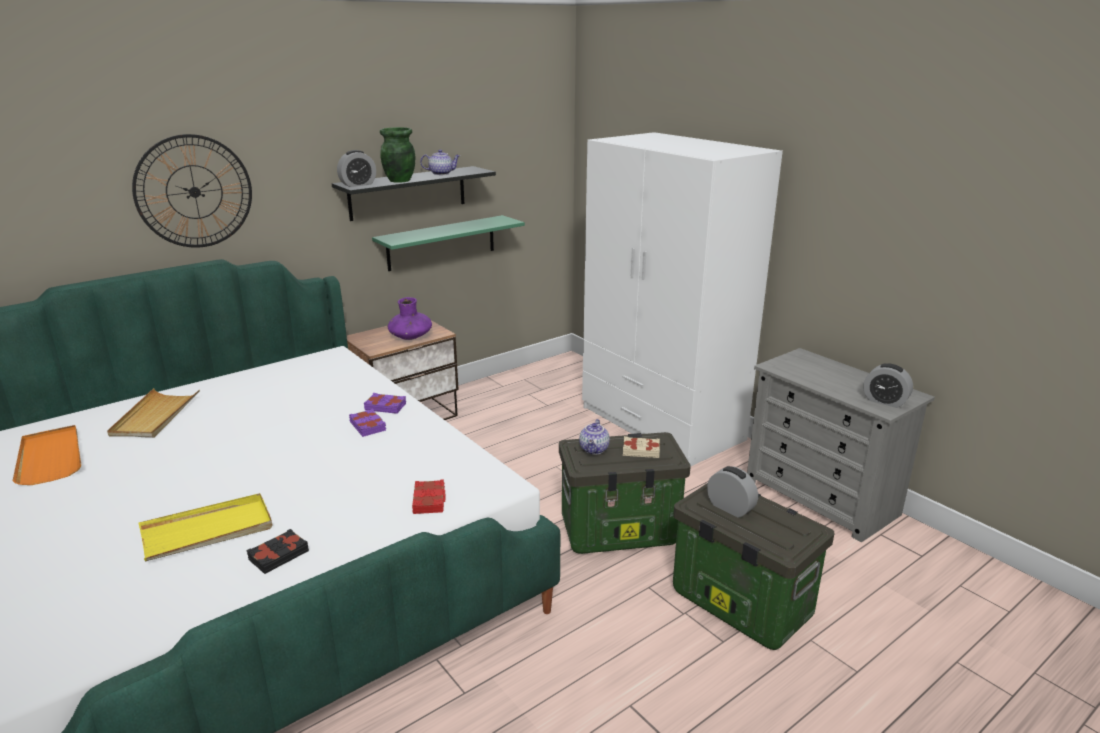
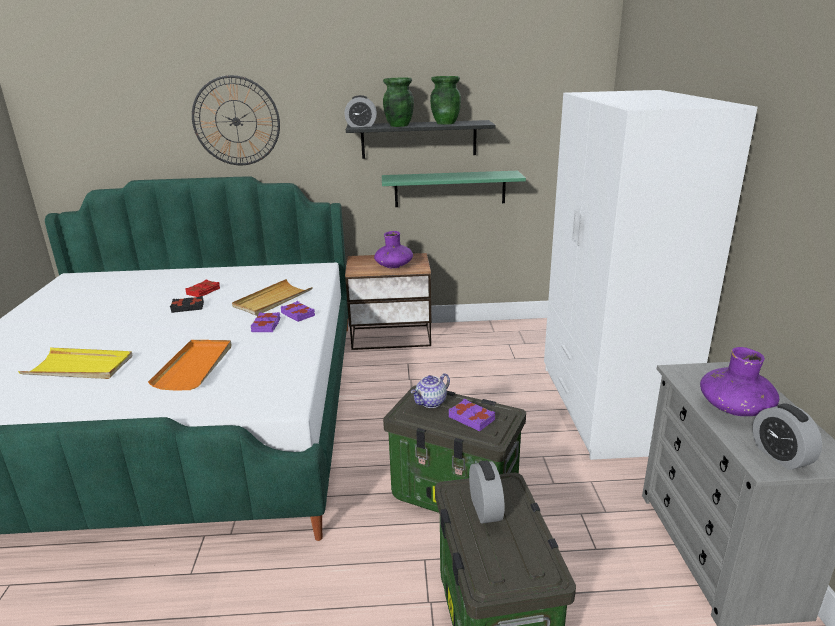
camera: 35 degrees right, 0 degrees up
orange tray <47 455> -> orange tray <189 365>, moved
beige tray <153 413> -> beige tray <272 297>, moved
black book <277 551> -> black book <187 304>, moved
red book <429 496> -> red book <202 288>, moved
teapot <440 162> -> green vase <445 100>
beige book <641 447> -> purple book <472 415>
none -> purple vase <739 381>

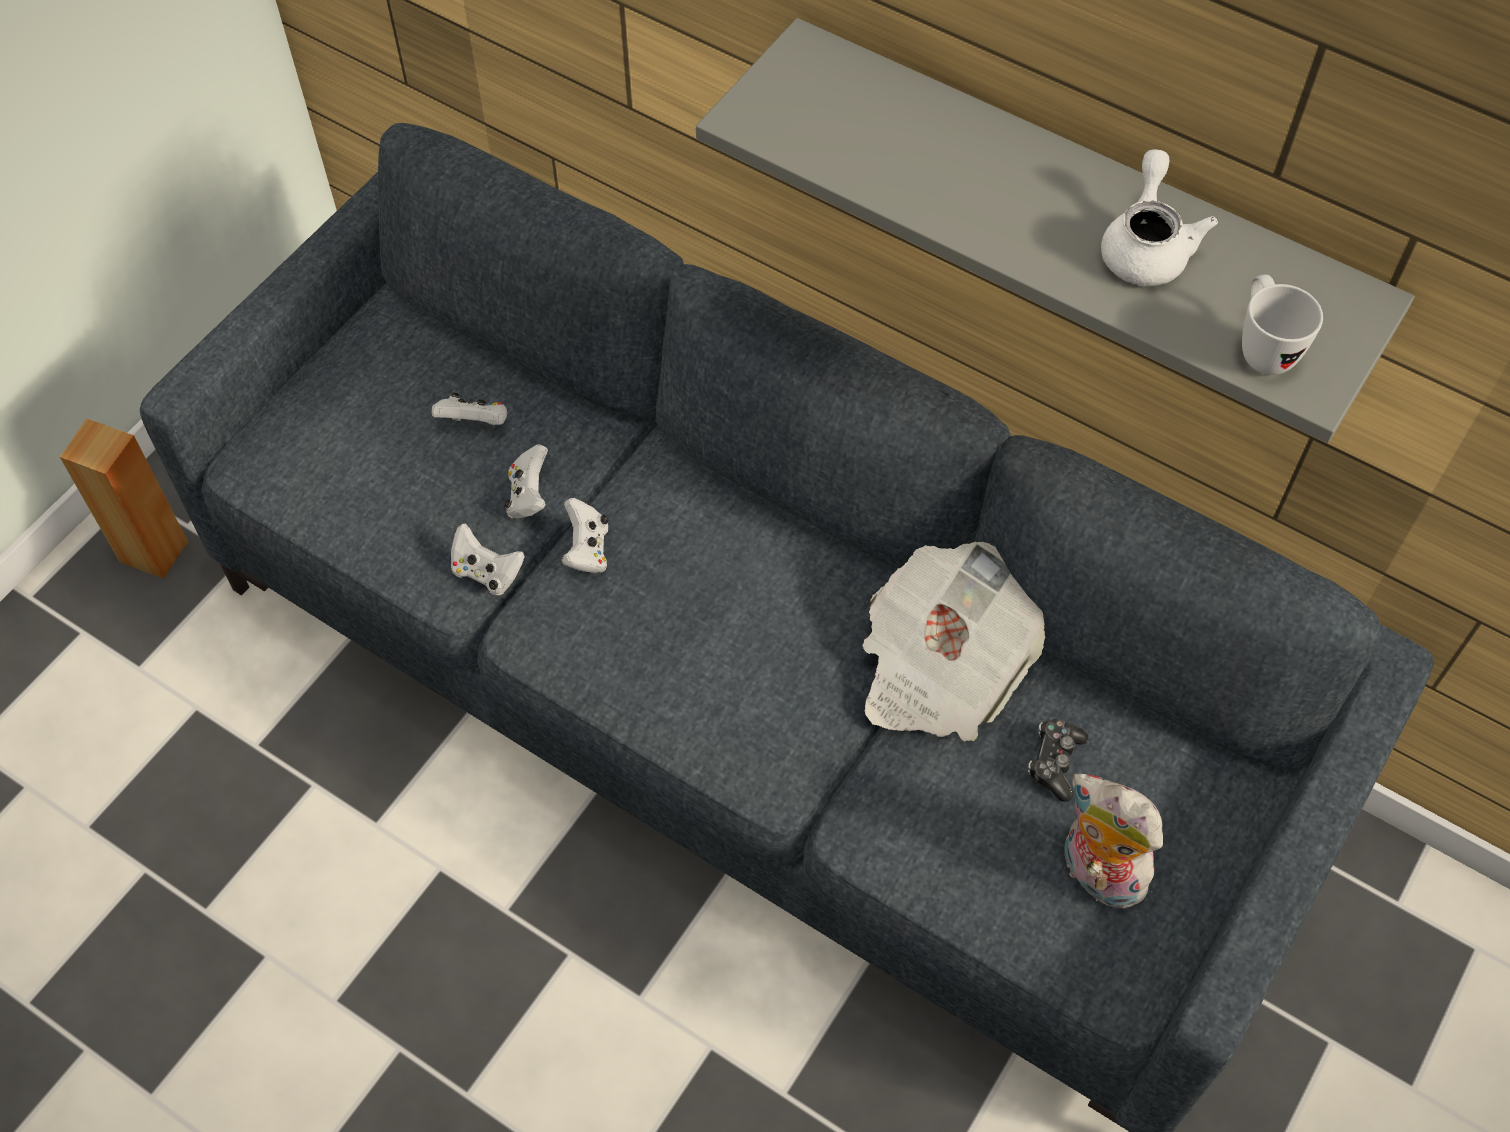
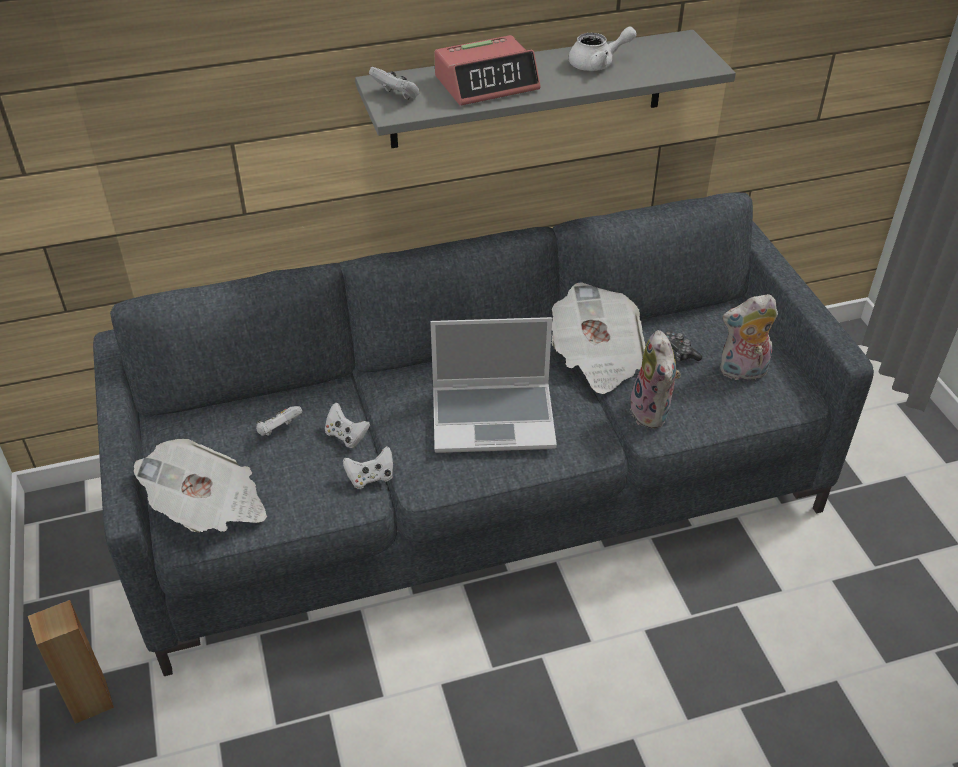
camera: 50 degrees left, 15 degrees down
white game controller <585 535> -> white game controller <394 83>, moved
white teapot <1159 217> -> white teapot <603 48>, 120 degrees clockwise
white mug <1282 324> -> none
none -> newspaper <200 486>
none -> laptop <493 385>
none -> alarm clock <487 70>
none -> plush toy <655 379>

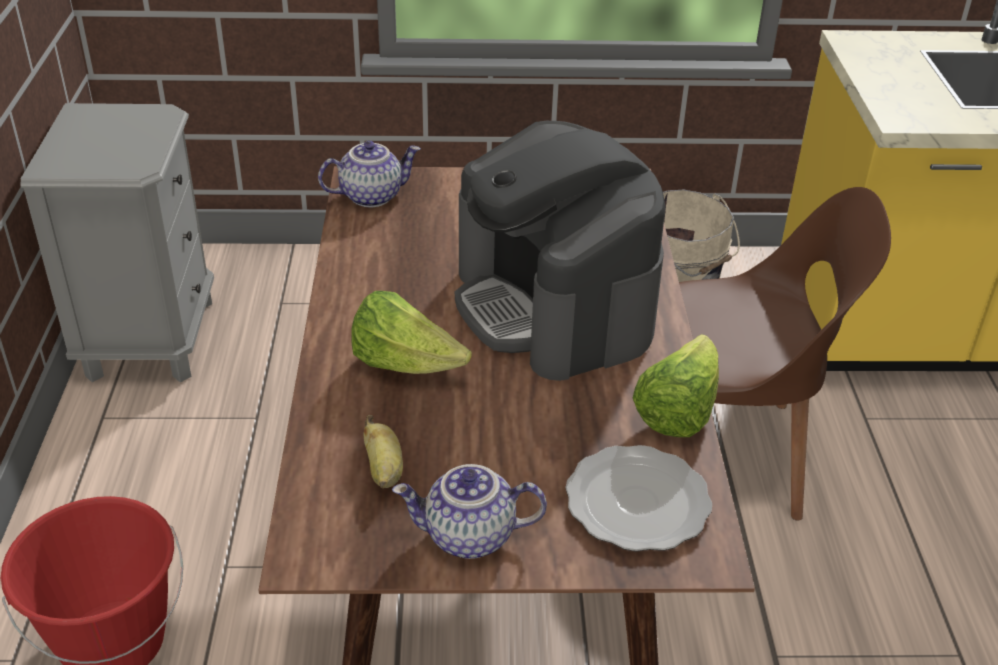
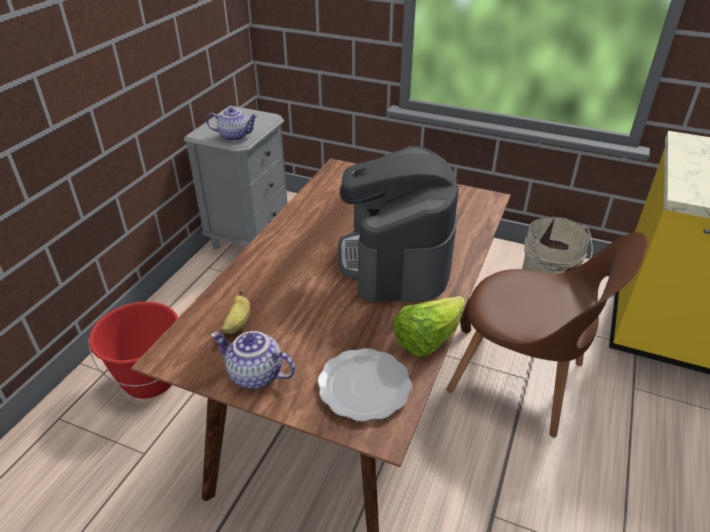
camera: 25 degrees right, 0 degrees up
teapot <369 174> -> teapot <232 124>, moved
lettuce <411 332> -> none

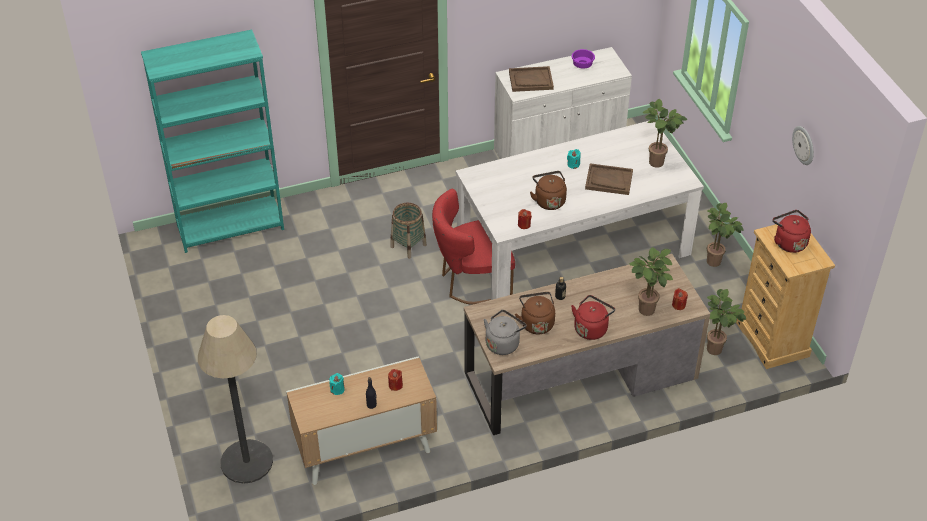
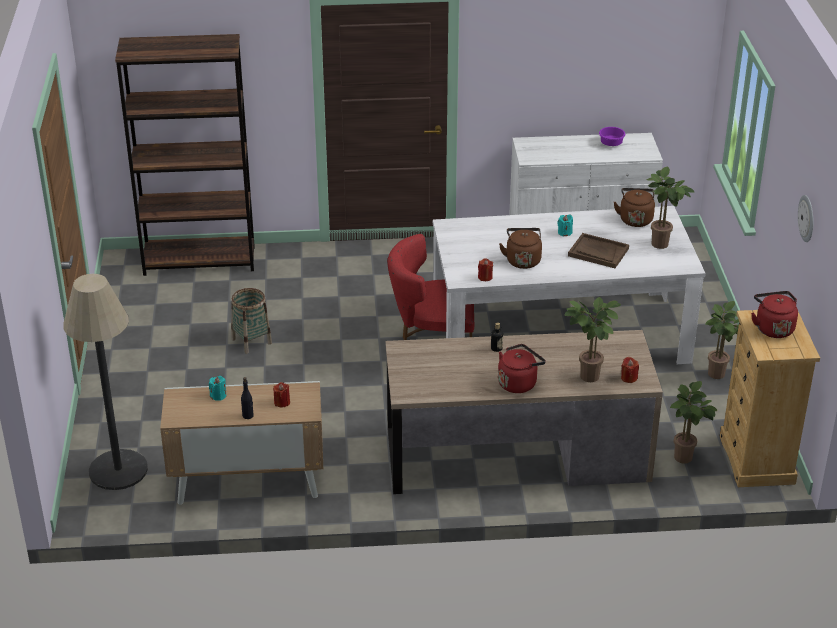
camera: 15 degrees right, 10 degrees down
turquoise bookcase <212 141> -> brown bookcase <185 155>
basket <408 231> -> basket <251 321>, moved
grey kettle <505 332> -> none
brown tray <531 79> -> none
brown kettle <535 313> -> brown kettle <634 207>, moved

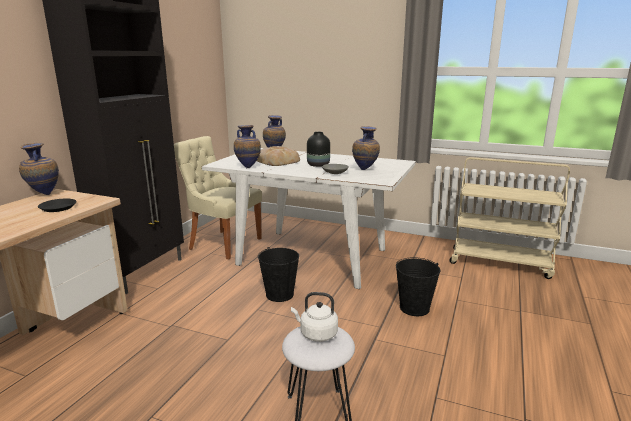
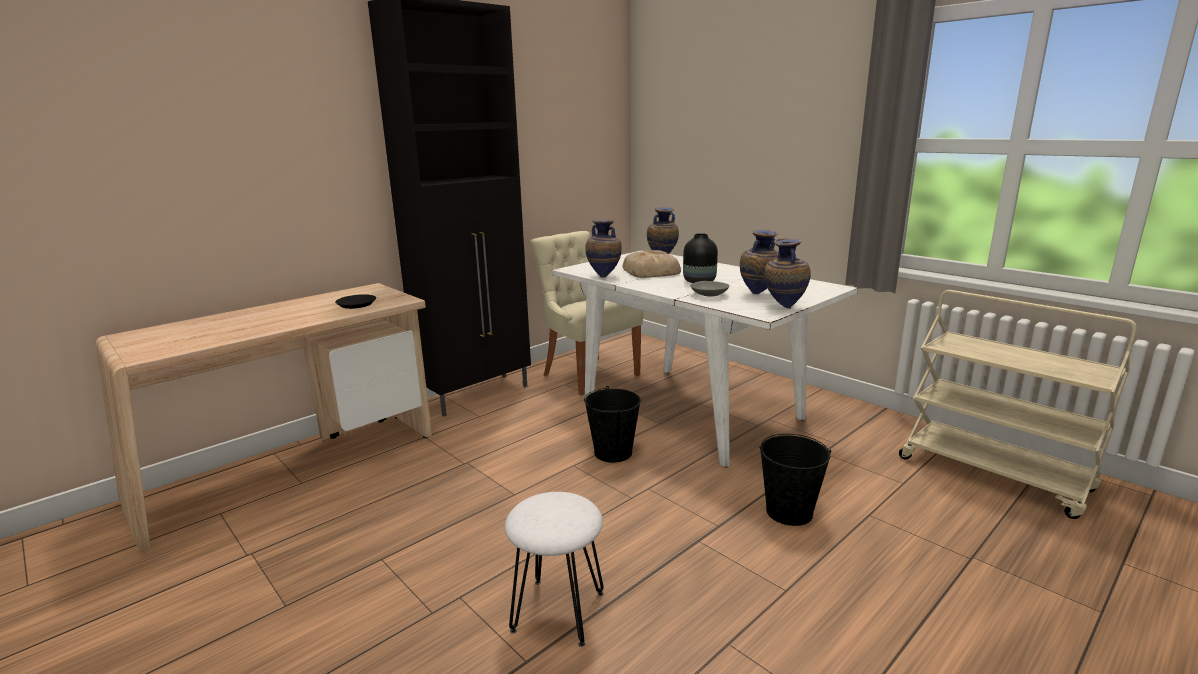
camera: 25 degrees right, 0 degrees up
vase <39 169> -> vase <787 273>, moved
white kettle <314 317> -> none

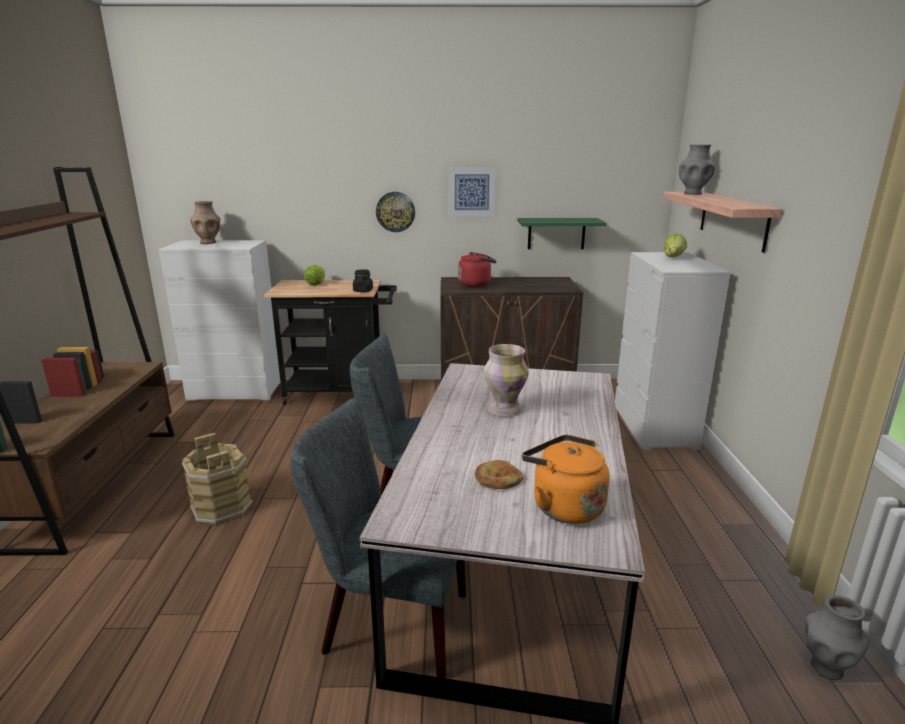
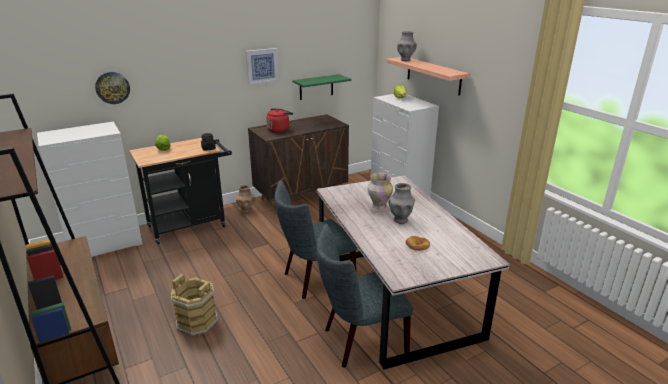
camera: 30 degrees left, 5 degrees up
brown vase <205 222> -> brown vase <245 199>, moved
wall clock <395 212> -> wall clock <112 88>, moved
orange kettle <566 479> -> none
grey vase <837 637> -> grey vase <401 203>, moved

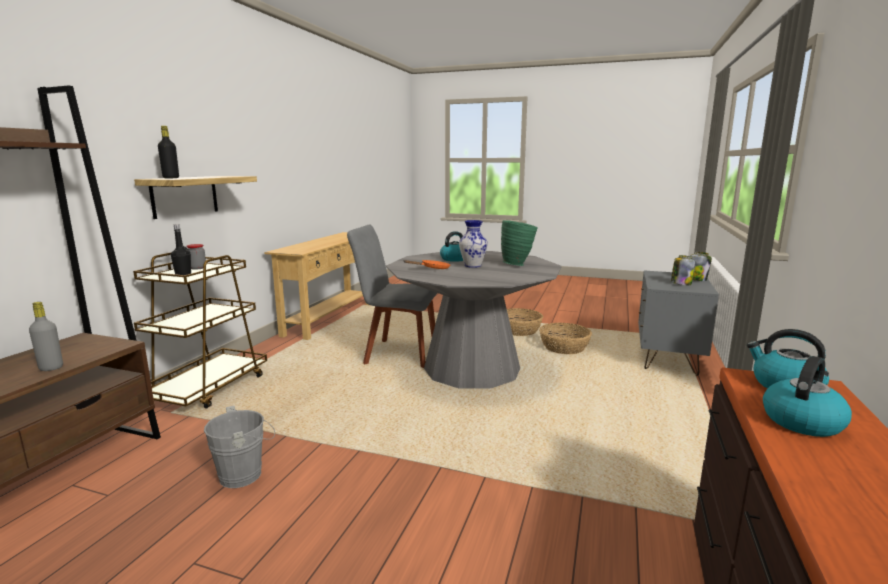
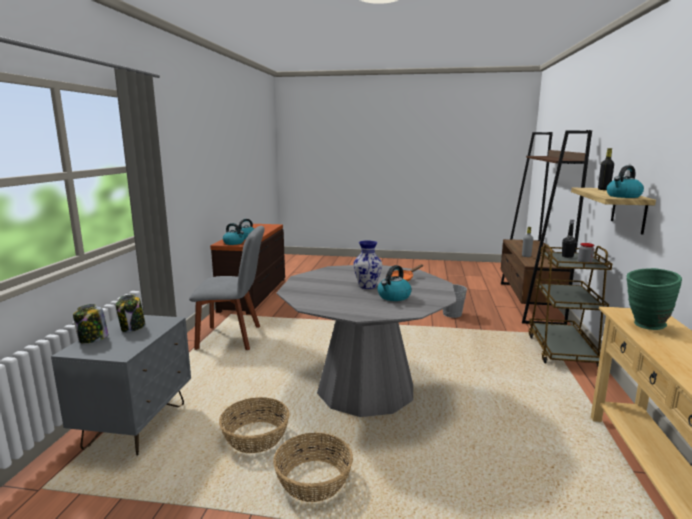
camera: 170 degrees right, 0 degrees up
grey chair <392 296> -> grey chair <227 288>, moved
green vase <519 243> -> green vase <654 299>, moved
none -> kettle <625 181>

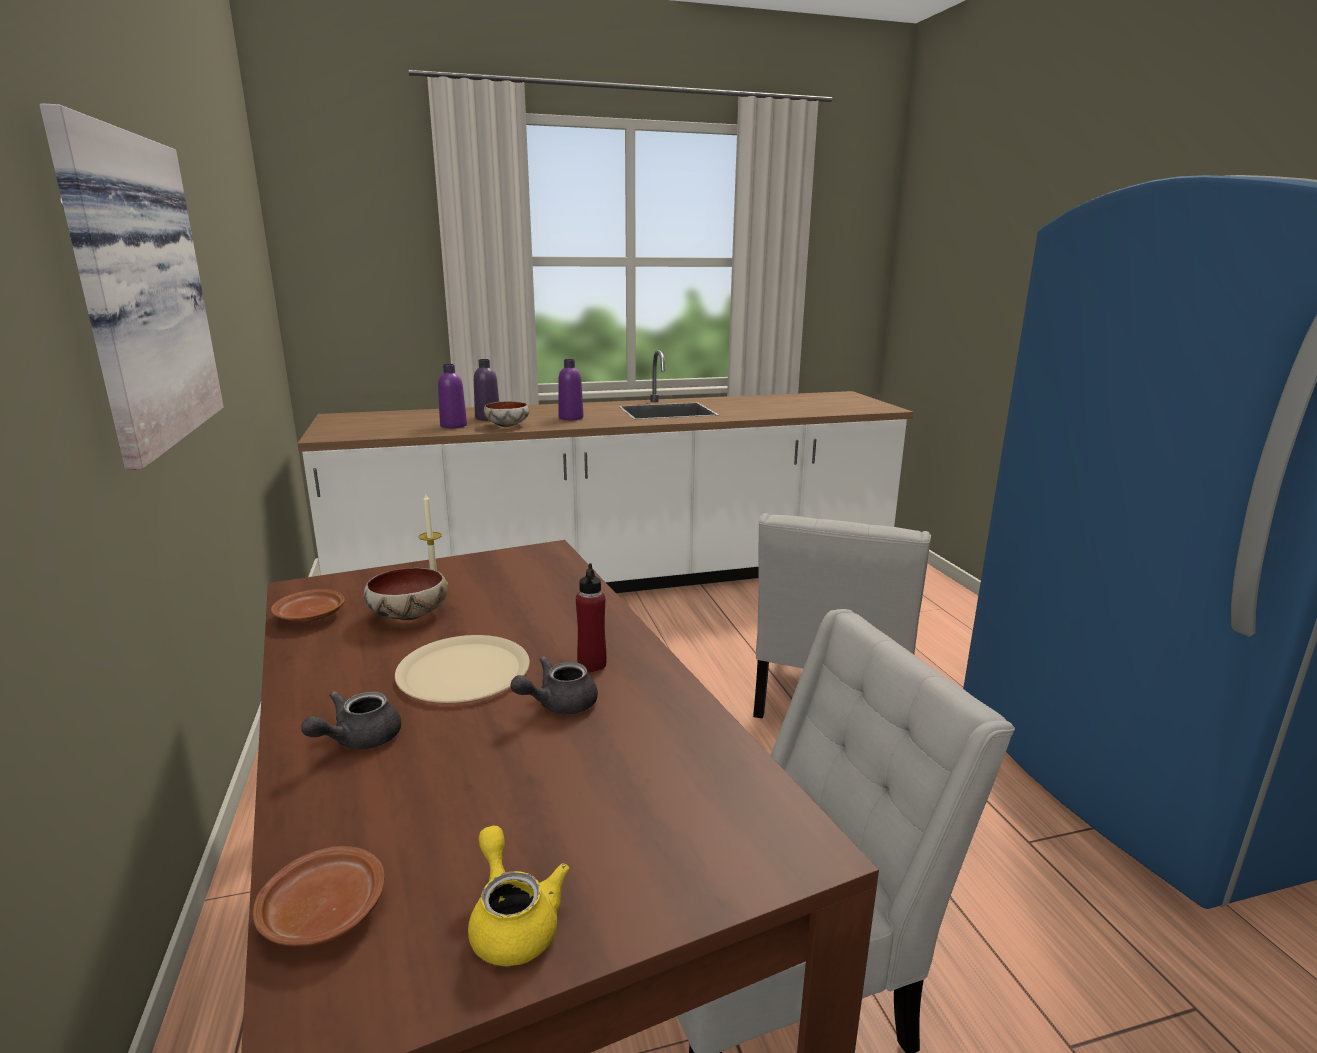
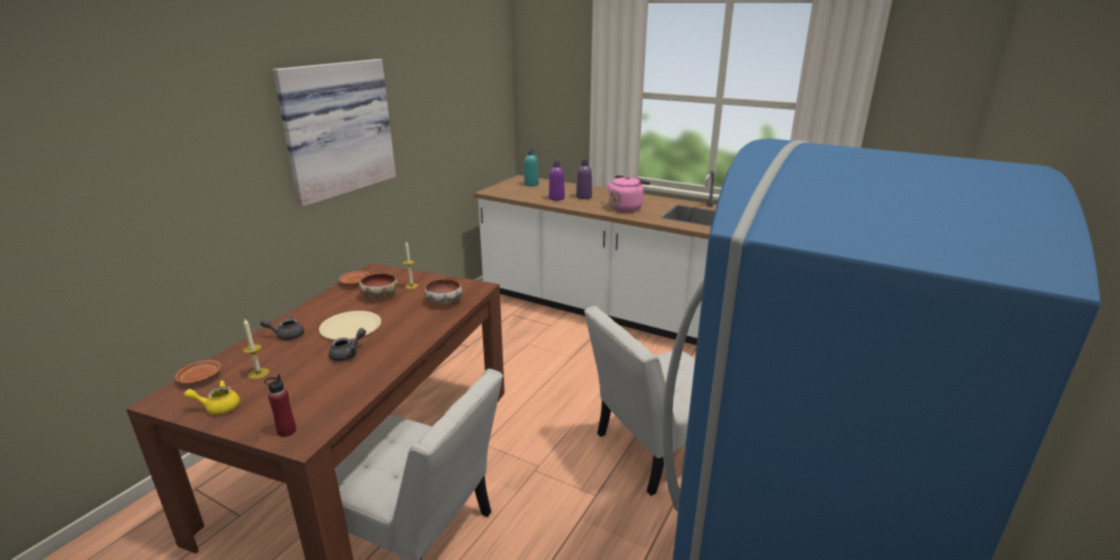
camera: 45 degrees right, 5 degrees up
yellow teapot <518 895> -> yellow teapot <212 397>, 120 degrees counterclockwise
bowl <506 414> -> bowl <444 291>, moved
grey teapot <554 685> -> grey teapot <347 344>, 120 degrees clockwise
purple bottle <570 389> -> pink kettle <628 193>
red bottle <591 617> -> red bottle <280 405>, moved
none -> candle <256 349>
none -> turquoise bottle <531 168>

